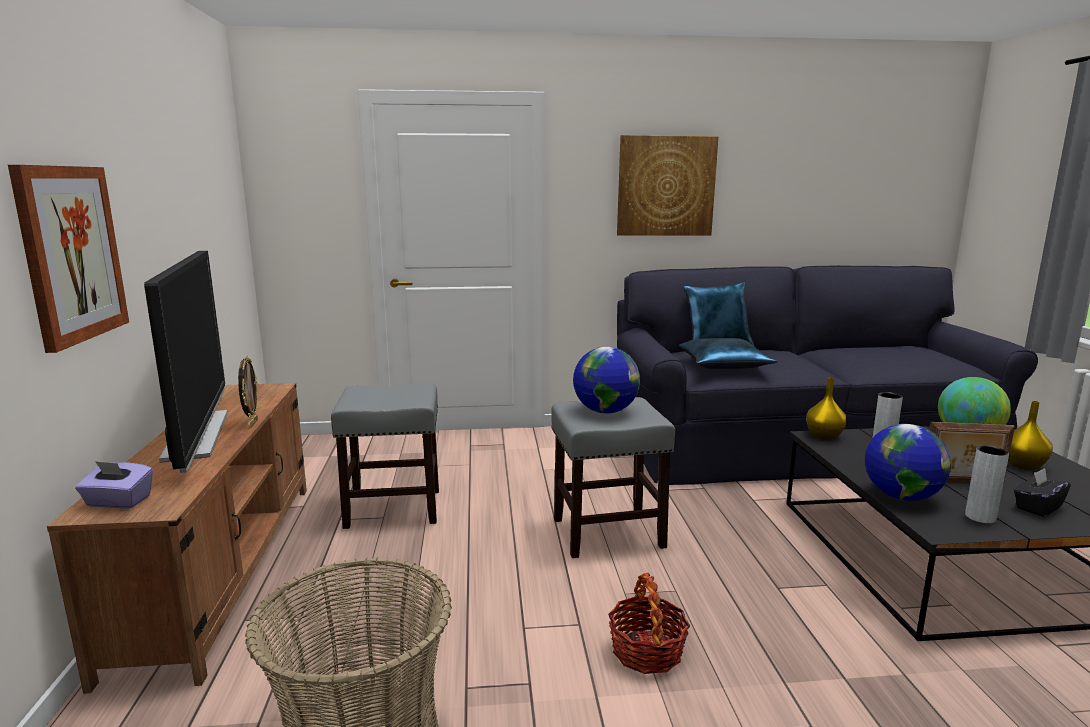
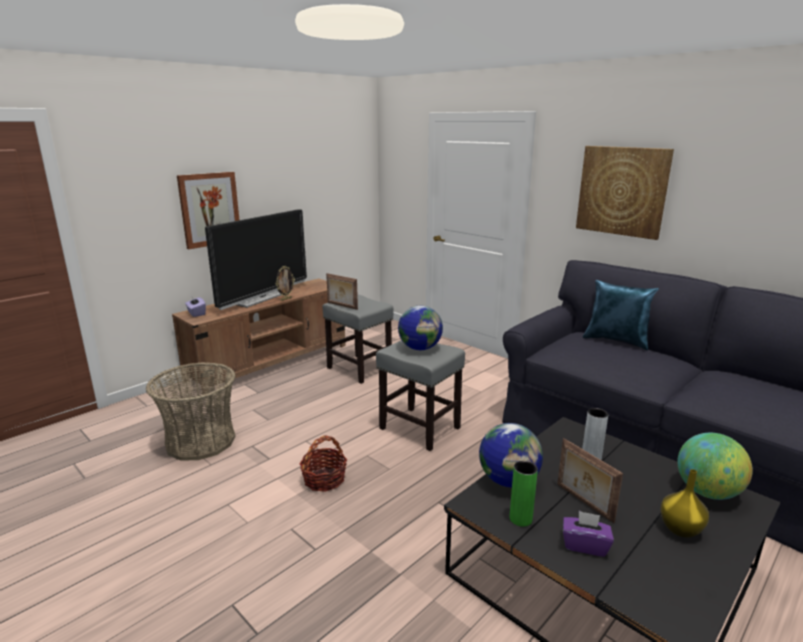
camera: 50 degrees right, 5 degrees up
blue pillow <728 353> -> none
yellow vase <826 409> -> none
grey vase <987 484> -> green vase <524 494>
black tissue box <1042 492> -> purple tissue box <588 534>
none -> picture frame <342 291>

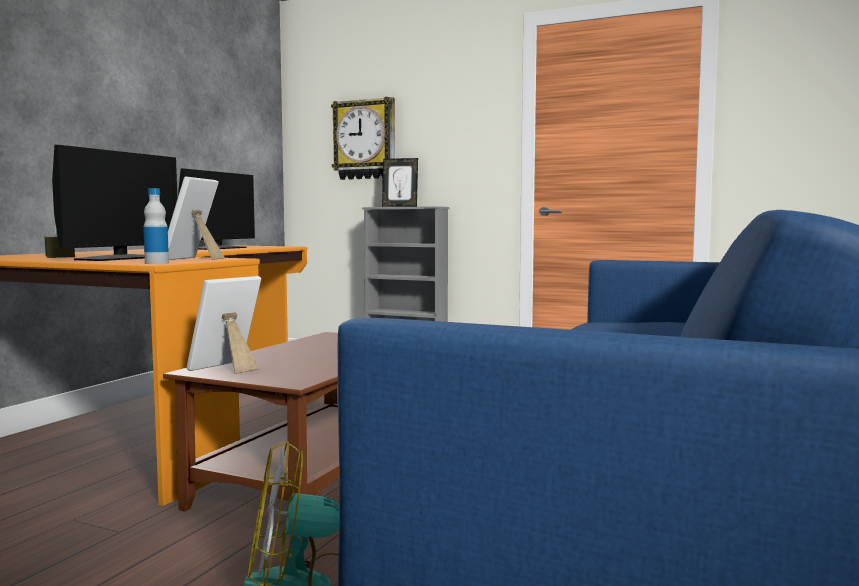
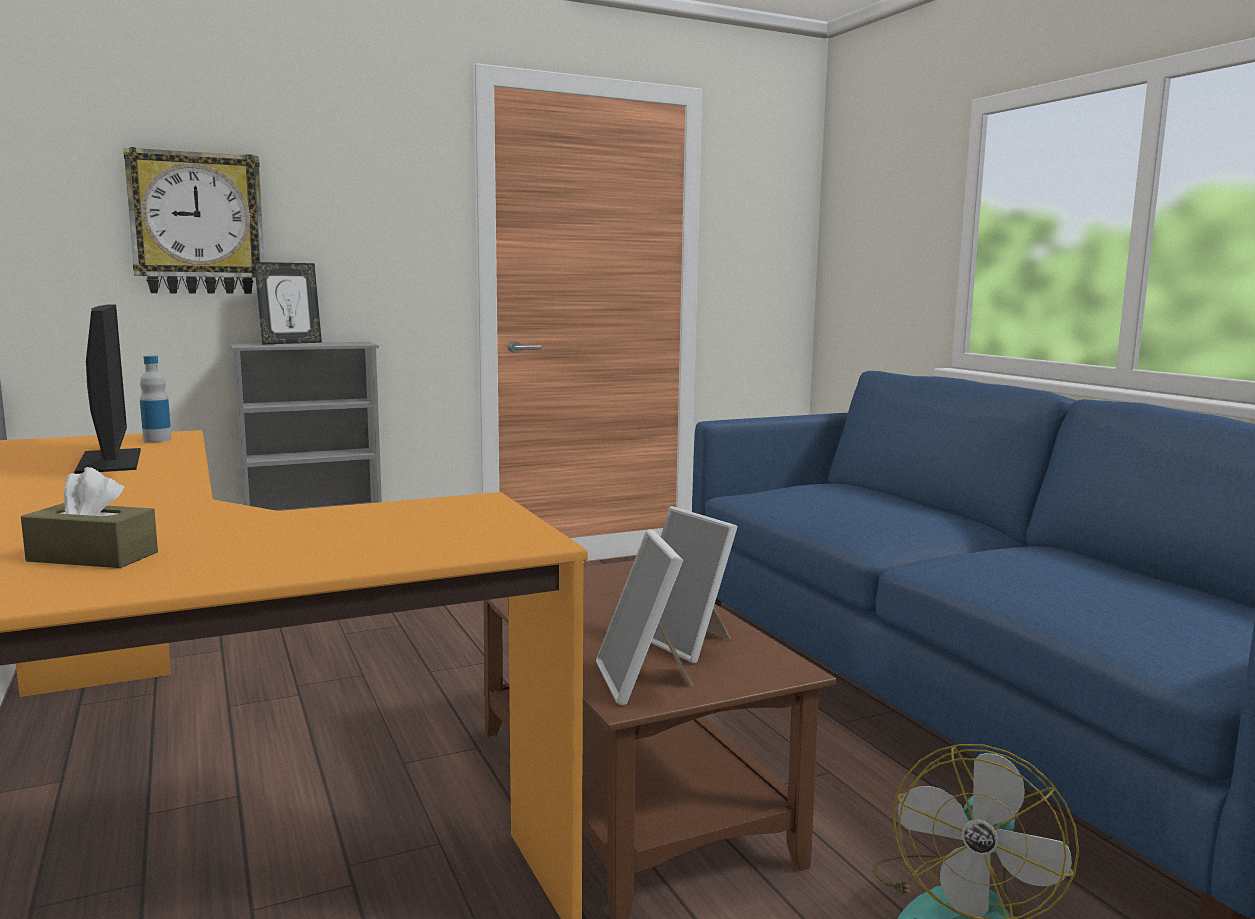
camera: 50 degrees left, 5 degrees up
monitor <114 203> -> none
bottle <156 226> -> bottle <156 399>, moved
picture frame <196 218> -> picture frame <694 584>, moved

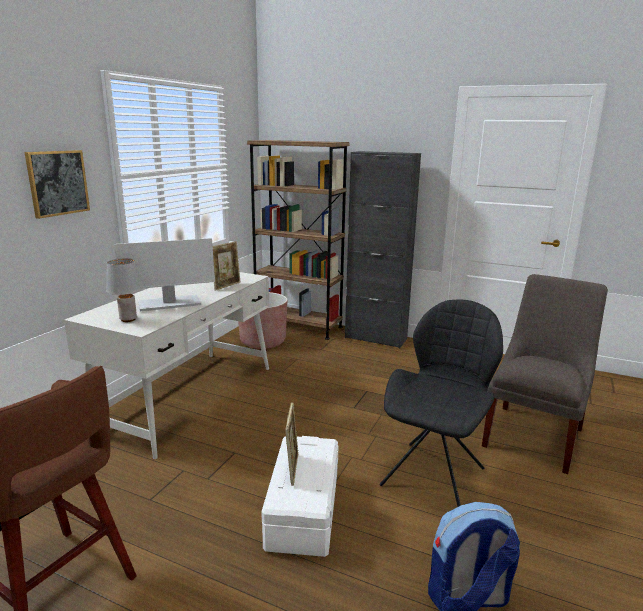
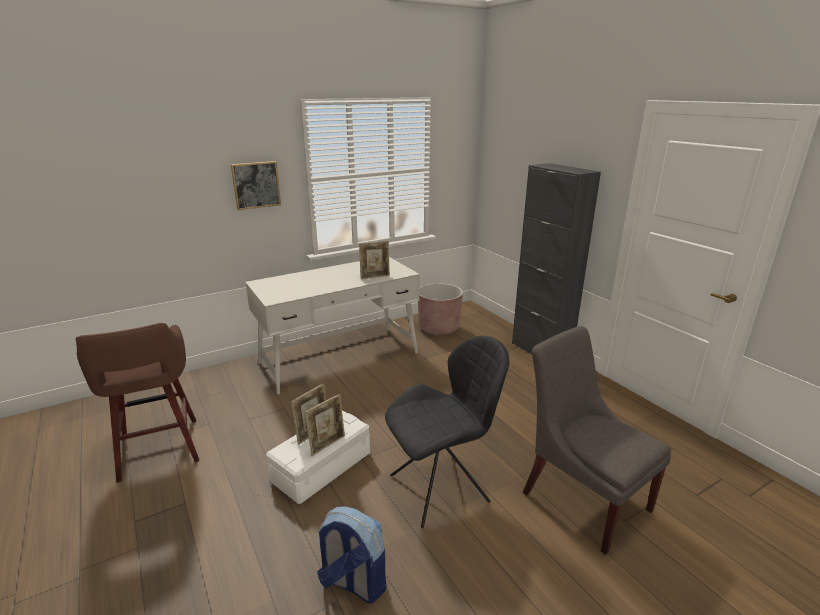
camera: 35 degrees right, 5 degrees up
grey table lamp <124 290> -> none
monitor <164 274> -> none
brown bookcase <298 240> -> none
grey chair <545 374> -> grey chair <597 440>, 105 degrees counterclockwise
none -> picture frame <325 425>

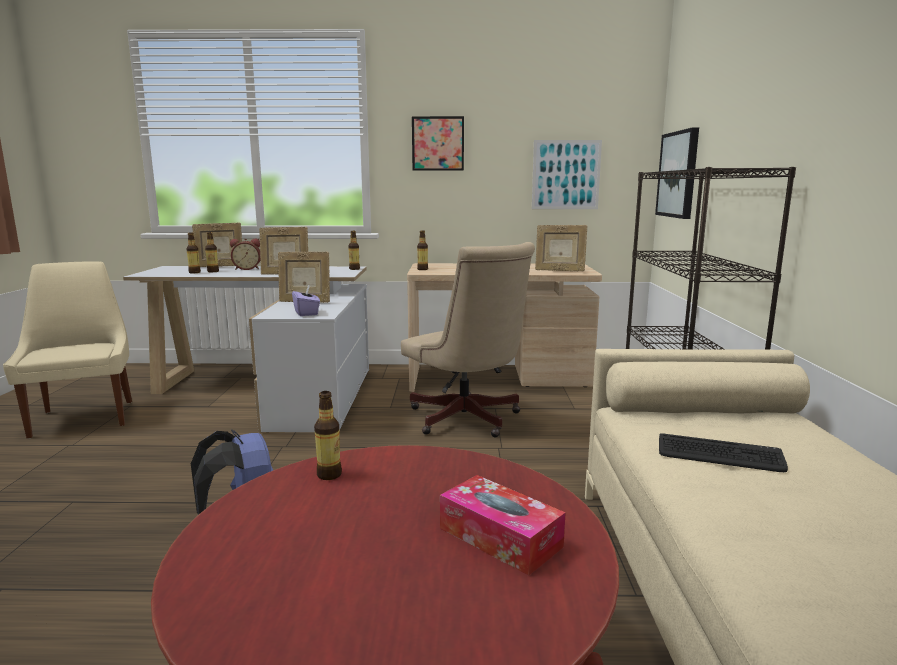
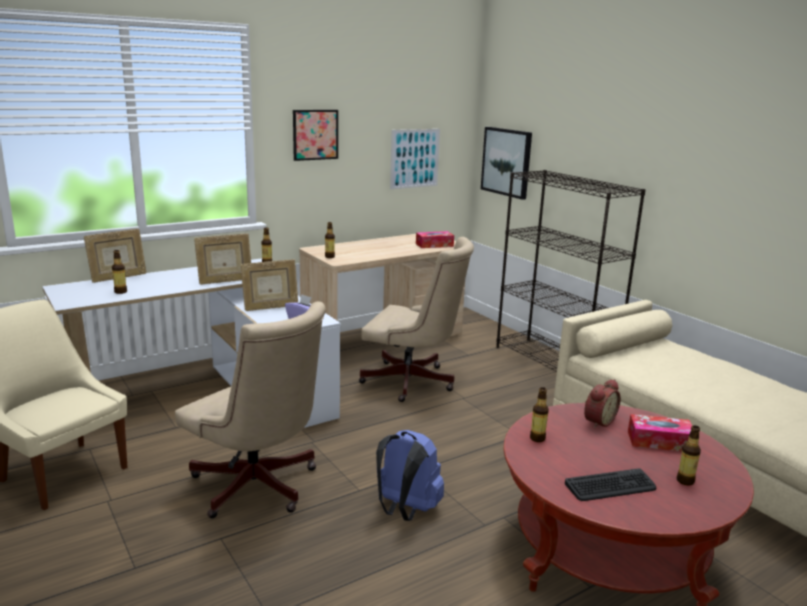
camera: 35 degrees left, 5 degrees up
bottle <212 252> -> bottle <689 455>, moved
alarm clock <245 254> -> alarm clock <602 404>, moved
picture frame <561 248> -> tissue box <435 239>
keyboard <723 452> -> keyboard <610 484>, moved
none -> beige office chair <250 409>

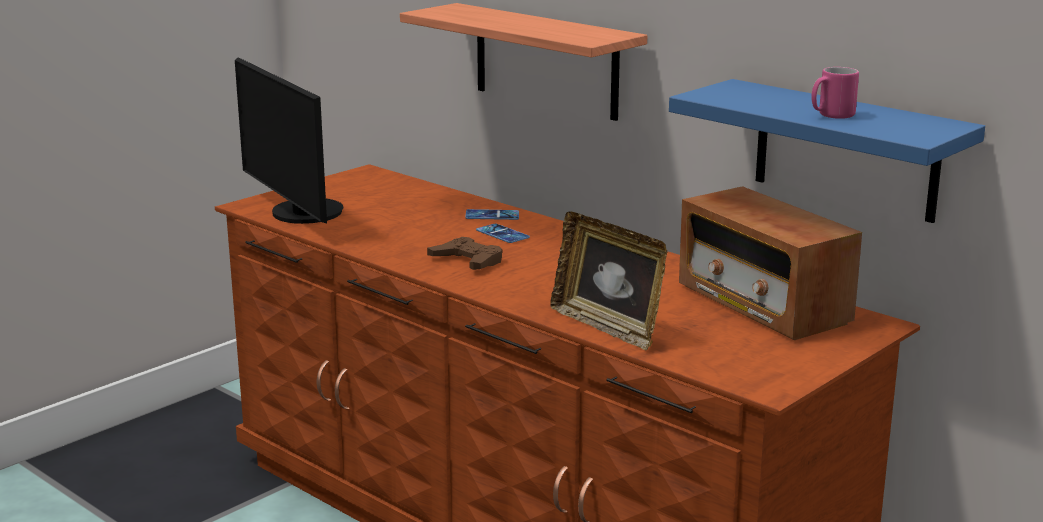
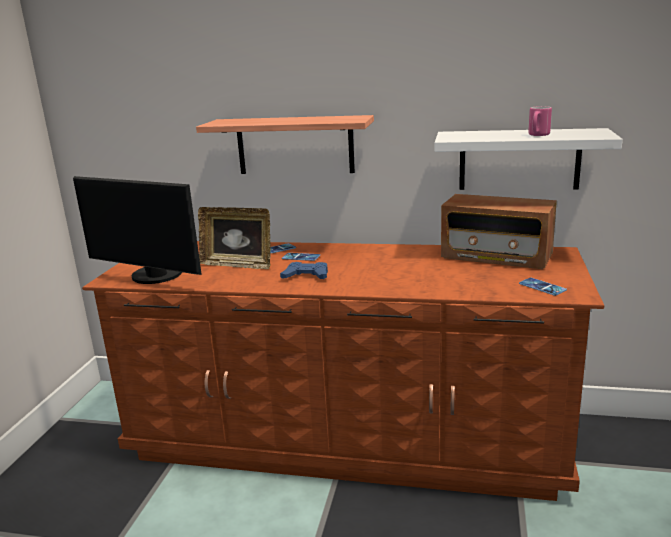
camera: 30 degrees left, 0 degrees up
brown game controller <465 253> -> blue game controller <304 270>
picture frame <608 281> -> picture frame <234 238>, moved
blue shelf <827 151> -> white shelf <528 159>
none -> phone <543 287>

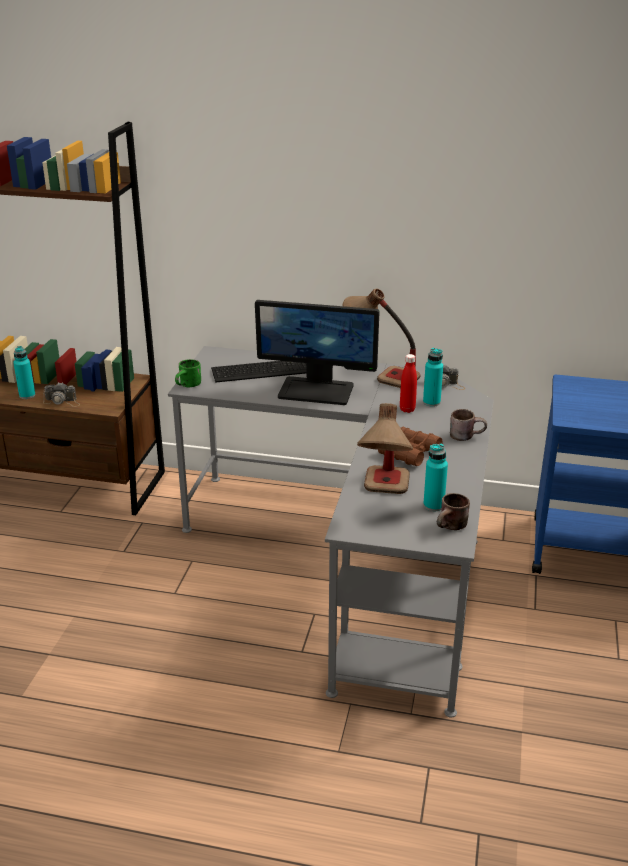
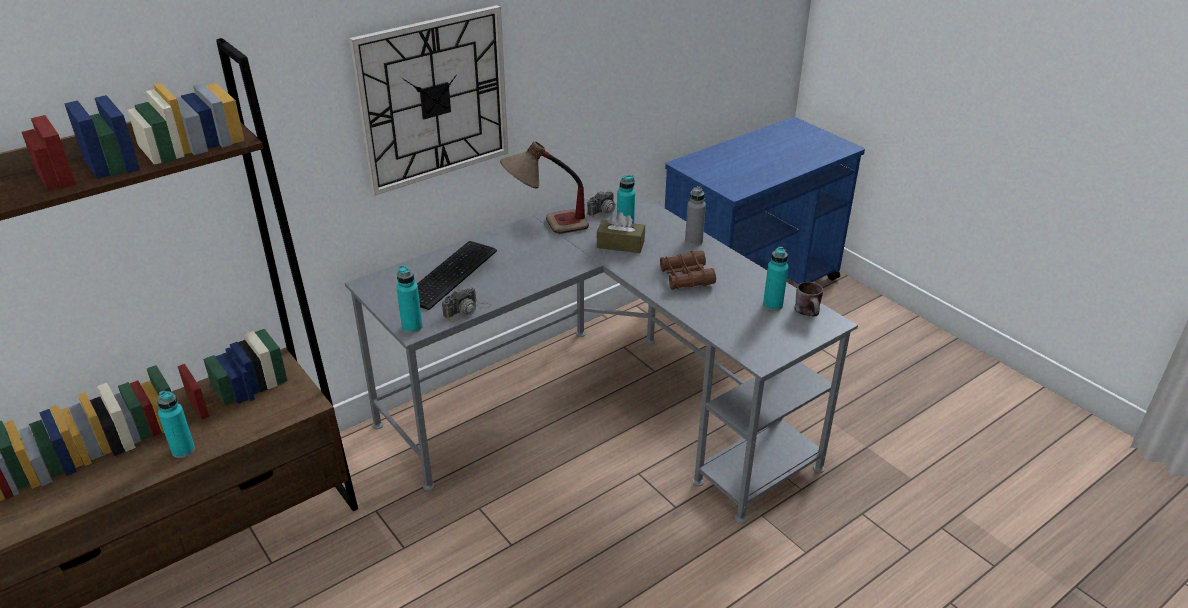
camera: 50 degrees left, 5 degrees up
photo camera <61 394> -> photo camera <466 304>, moved
green mug <188 373> -> turquoise bottle <409 299>
monitor <317 352> -> none
table lamp <385 448> -> none
red bottle <408 383> -> brown tissue box <621 232>
brown mug <468 425> -> grey bottle <695 216>
none -> wall clock <428 100>

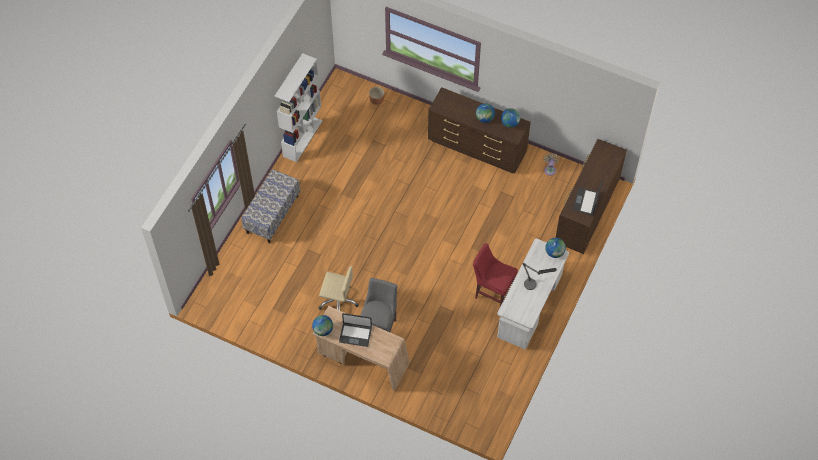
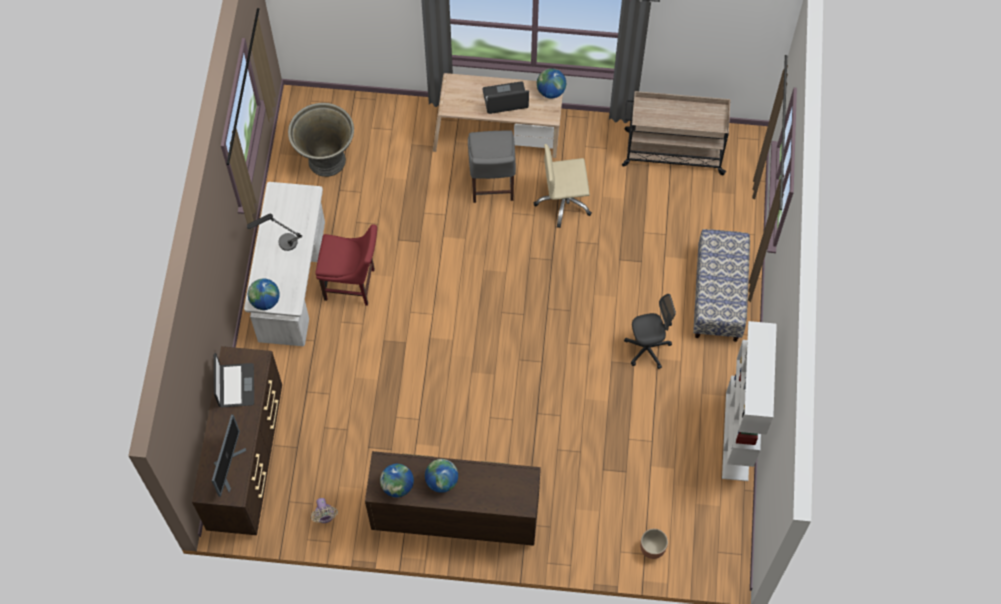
camera: 160 degrees right, 5 degrees up
none -> monitor <229 455>
none -> grey planter <321 140>
none -> beige cart <676 133>
none -> grey office chair <650 331>

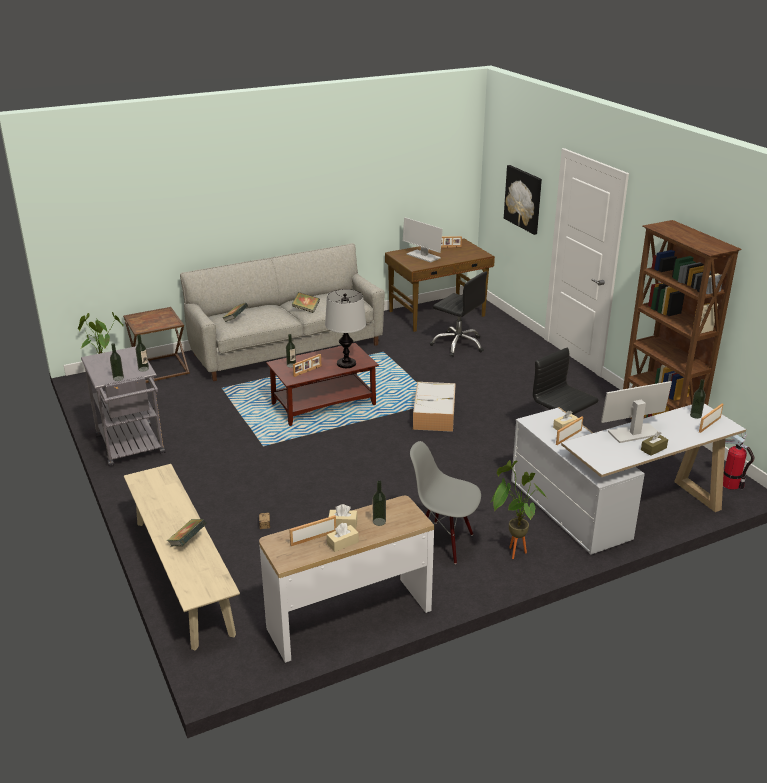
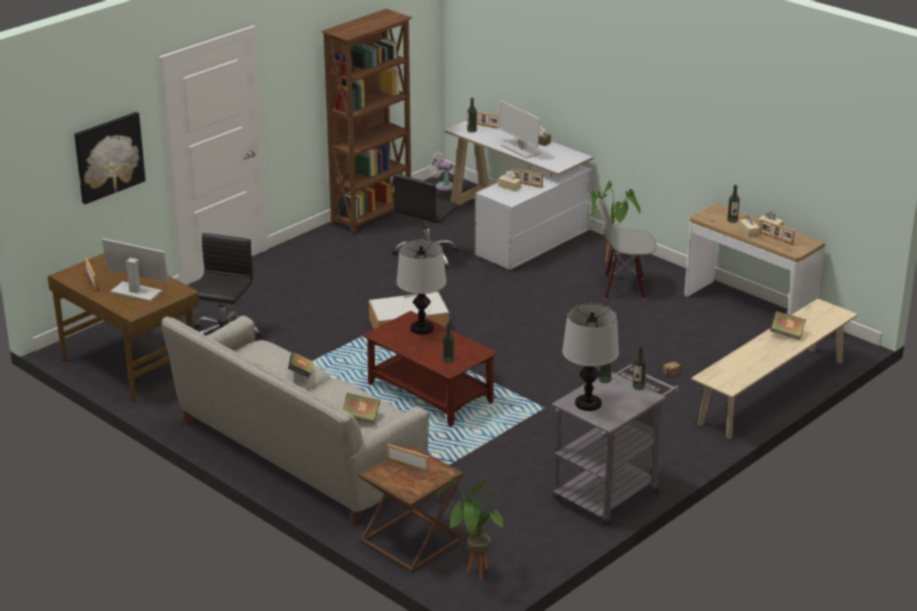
camera: 110 degrees left, 0 degrees up
picture frame <307 365> -> picture frame <408 458>, moved
monitor <423 240> -> monitor <135 270>, 90 degrees counterclockwise
grey chair <445 502> -> grey chair <626 249>, 90 degrees clockwise
fire extinguisher <738 461> -> white fan <441 171>
none -> table lamp <590 357>

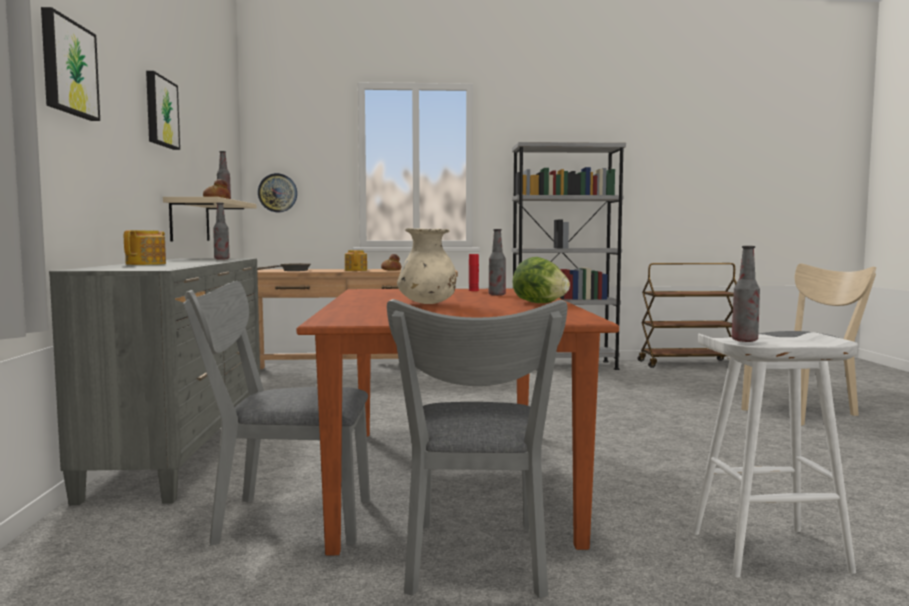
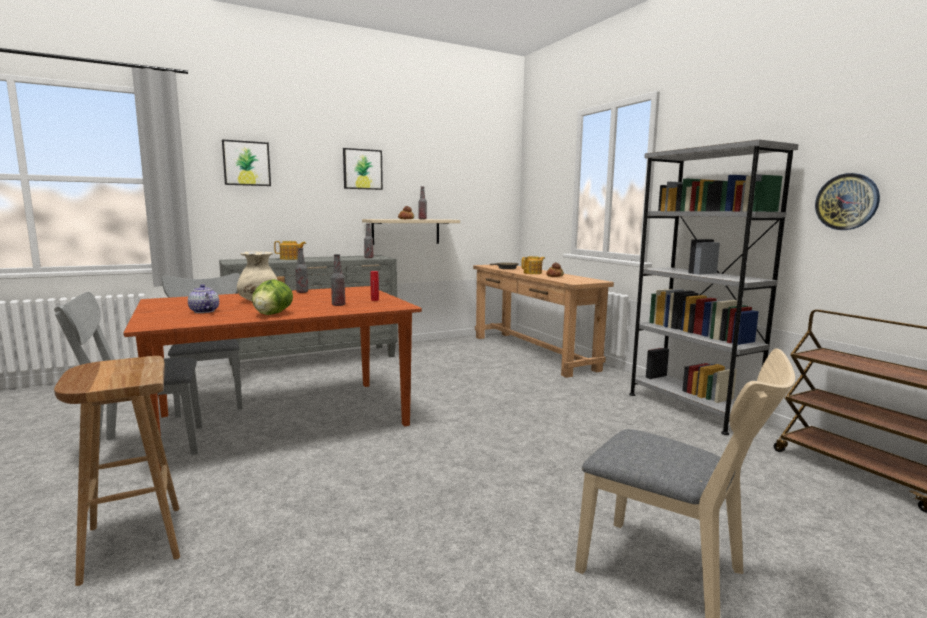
camera: 65 degrees right, 5 degrees up
wall clock <277 192> -> wall clock <847 201>, moved
white stool <775 455> -> brown stool <117 471>
bottle <746 294> -> bottle <301 270>, moved
none -> teapot <203 298>

